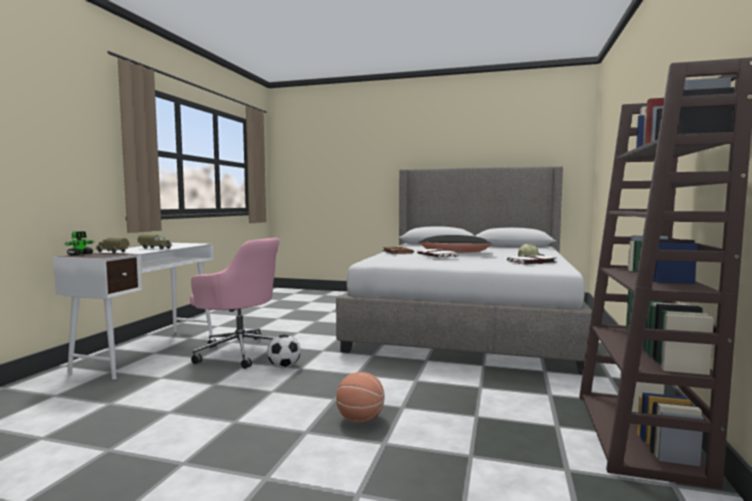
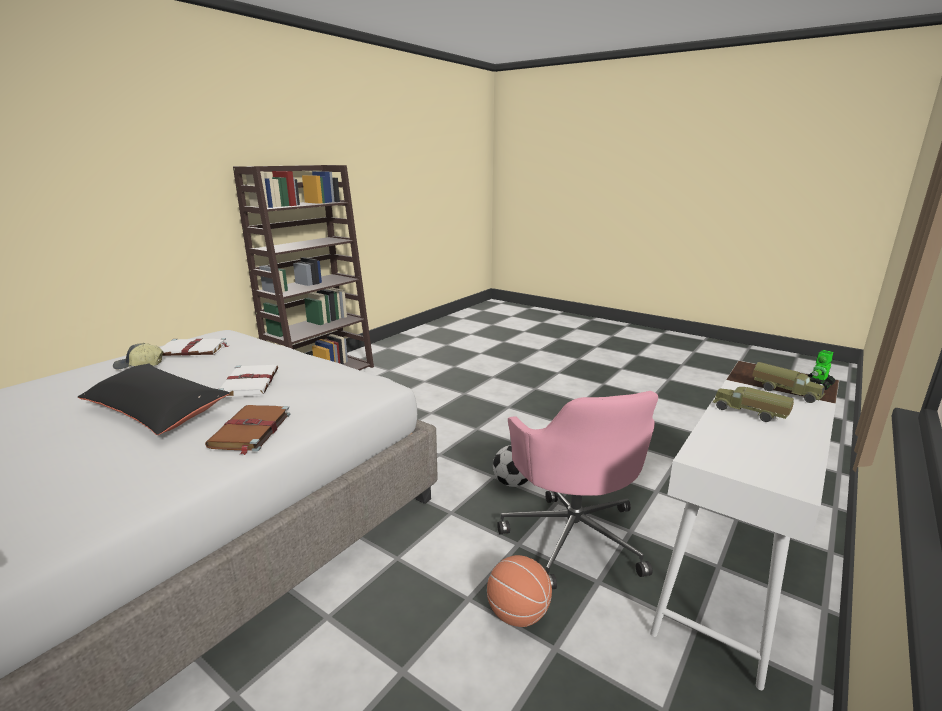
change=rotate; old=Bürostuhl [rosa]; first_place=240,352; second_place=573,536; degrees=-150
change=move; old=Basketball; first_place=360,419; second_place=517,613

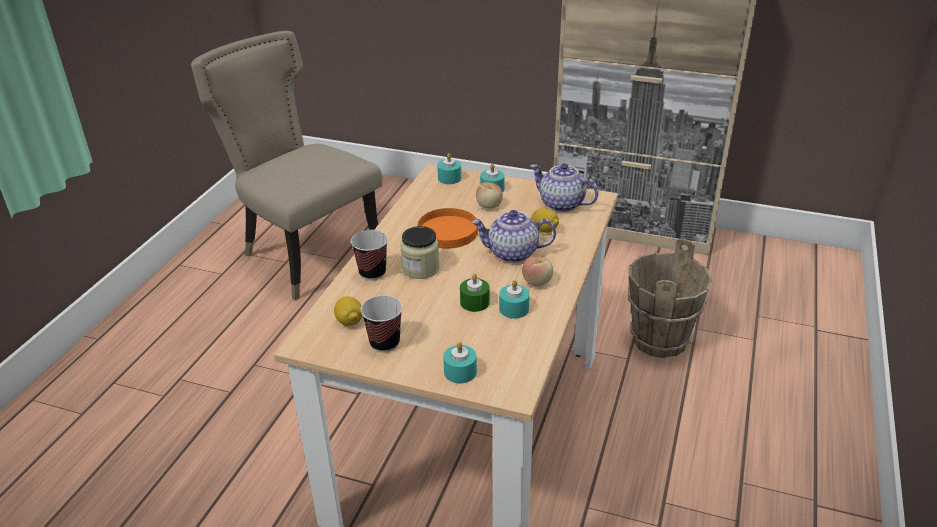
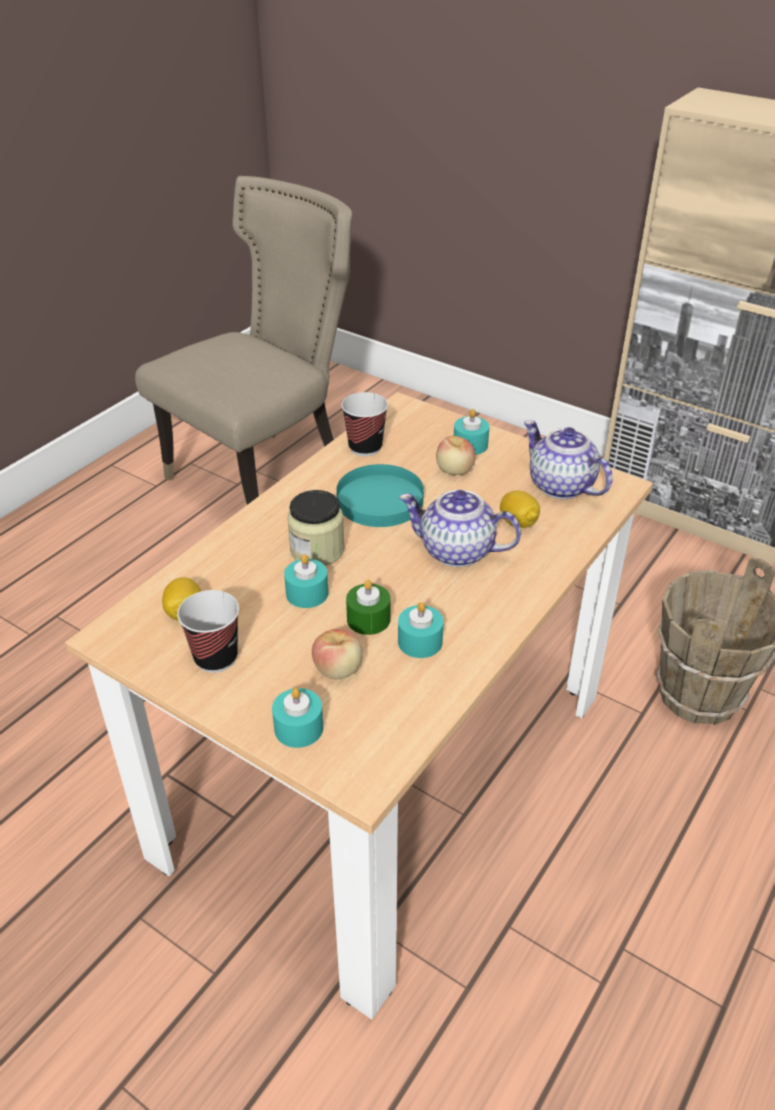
change=rotate; old=Stuhl [beige]; first_place=306,253; second_place=265,477; degrees=75
change=move; old=Tasse; first_place=372,273; second_place=365,447
change=recolor; old=Teller [orange]; new=Teller [türkis]; first_place=447,232; second_place=379,500
change=move; old=Kerze [türkis]; first_place=449,178; second_place=307,593
change=move; old=Apfel; first_place=537,282; second_place=338,669

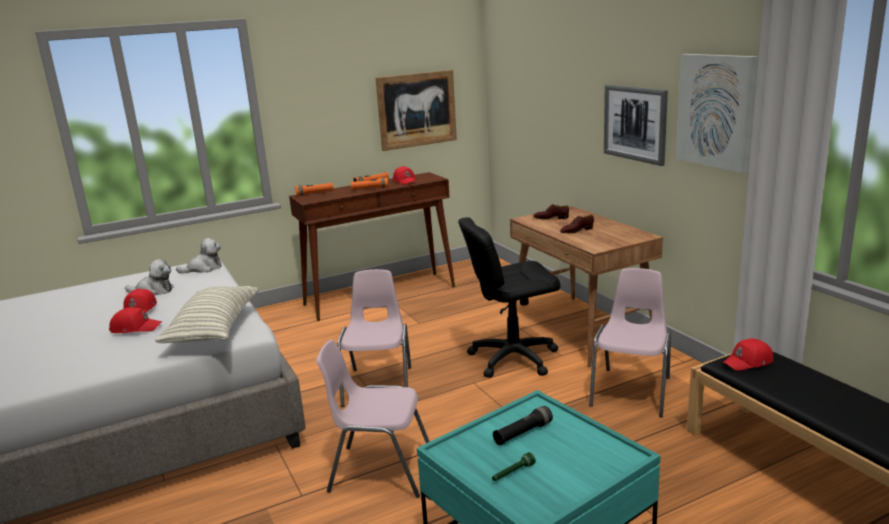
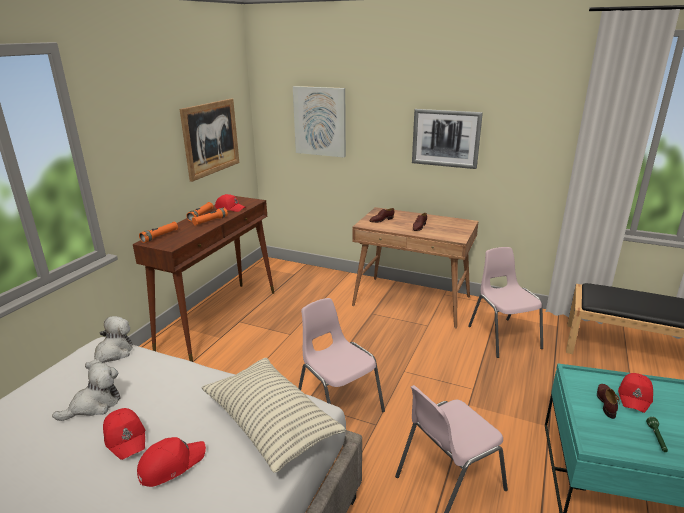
change=delete; old=Bürostuhl [schwarz]; first_place=513,358
change=replace; old=Taschenlampe [schwarz]; new=Schuh [braun]; first_place=523,433; second_place=606,403
change=move; old=Bild; first_place=716,111; second_place=320,121
change=move; old=Kappe [rot]; first_place=748,362; second_place=635,397

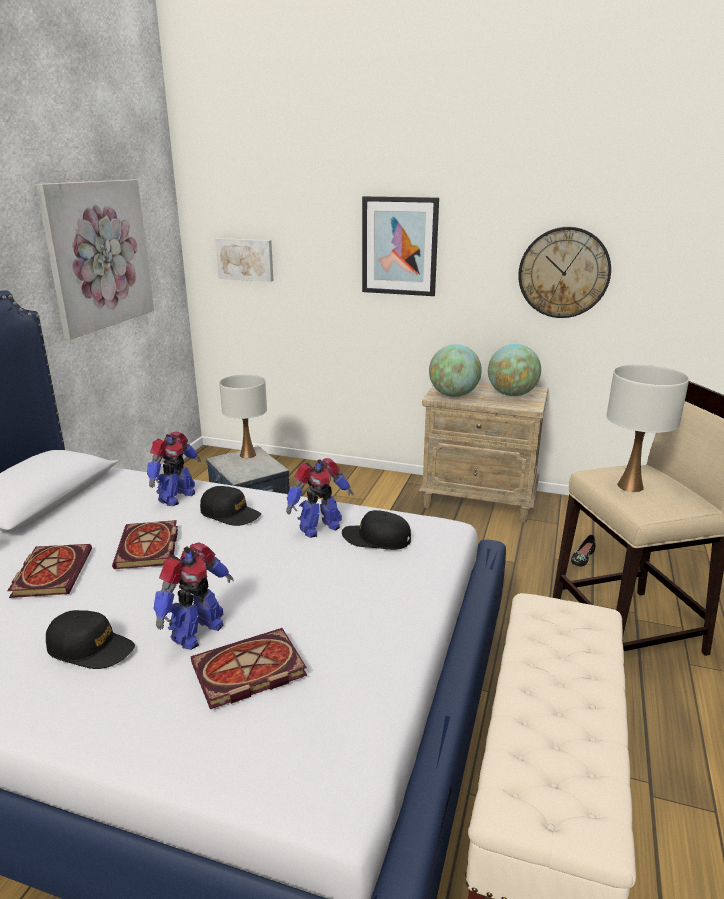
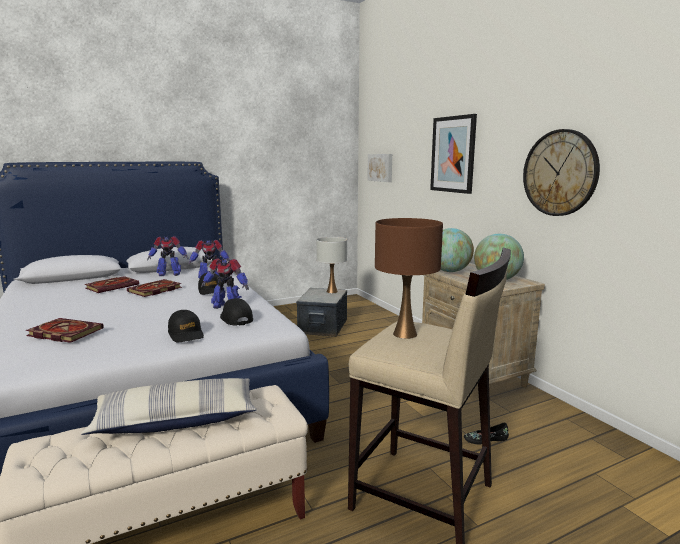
change=delete; old=Bild; first_place=99,255
change=move; old=Kappe [schwarz]; first_place=91,648; second_place=186,334
change=move; old=Spielzeugroboter; first_place=196,632; second_place=169,274
change=recolor; old=Tischlampe [weiß]; new=Tischlampe [braun]; first_place=630,486; second_place=404,334
change=insert; new=Kissen; second_place=176,419

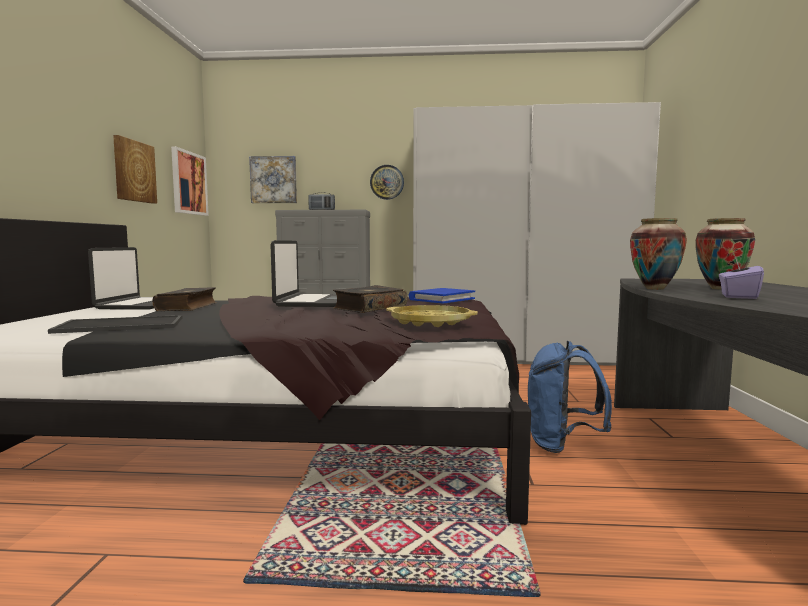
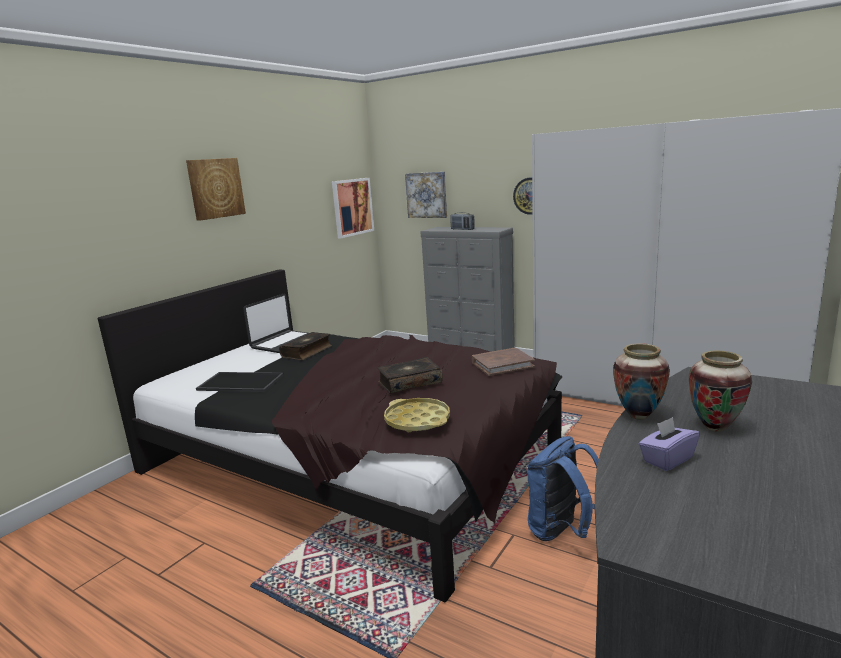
change=move; old=Bild; first_place=134,171; second_place=215,188
change=delete; old=Laptop; first_place=312,302
change=recolor; old=Buch [blau]; new=Buch [braun]; first_place=441,299; second_place=502,364

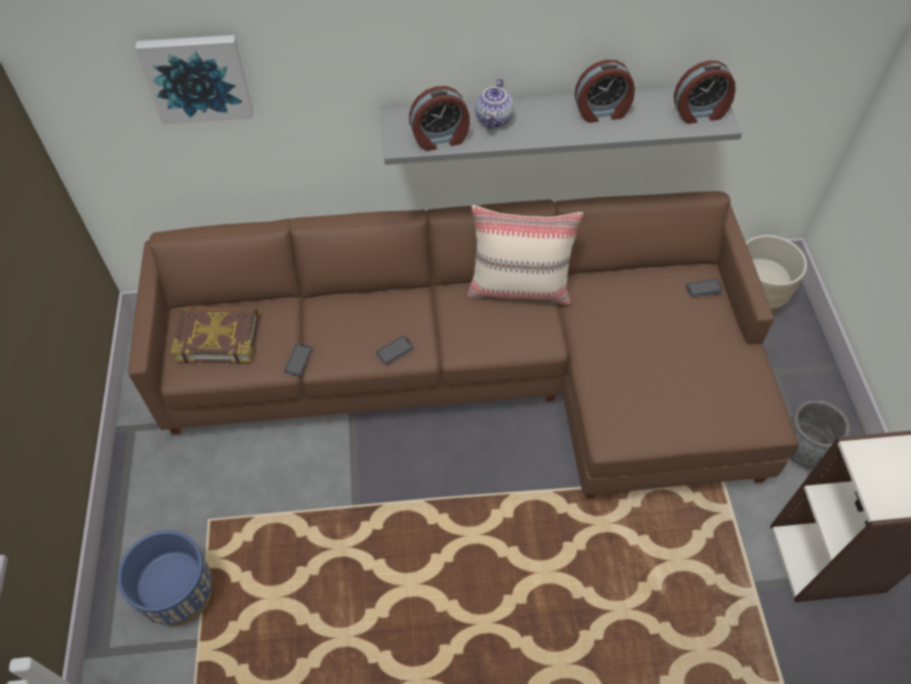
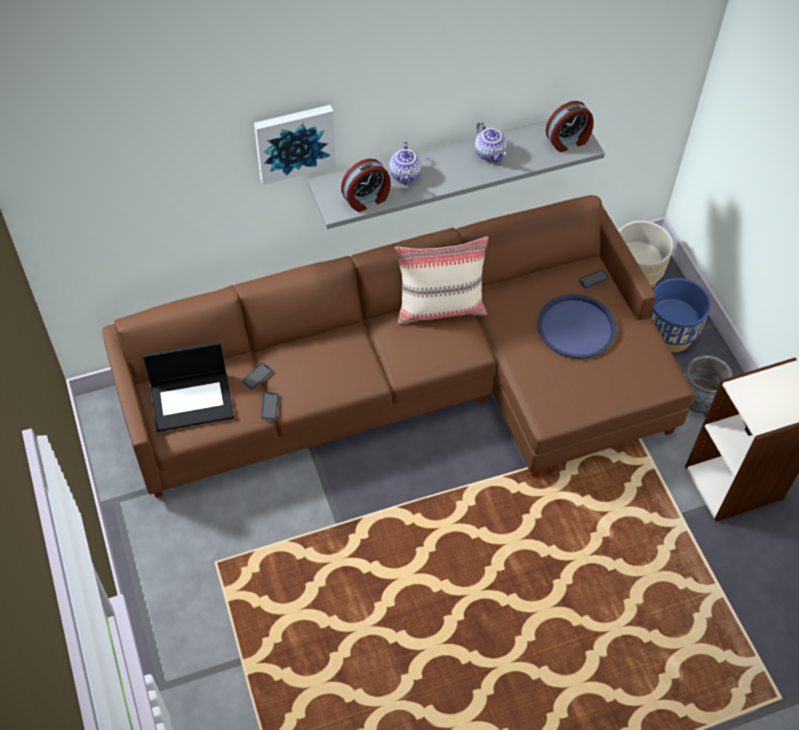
change=move; old=Pflanzkübel [blau]; first_place=180,594; second_place=669,334
change=move; old=Bild; first_place=197,77; second_place=294,142
change=replace; old=Buch; new=Laptop; first_place=218,337; second_place=193,401
change=move; old=Handy; first_place=395,350; second_place=257,376
change=replace; old=Wecker; new=Teekanne; first_place=602,112; second_place=490,153
change=insert; new=Tablett [blau]; second_place=576,327

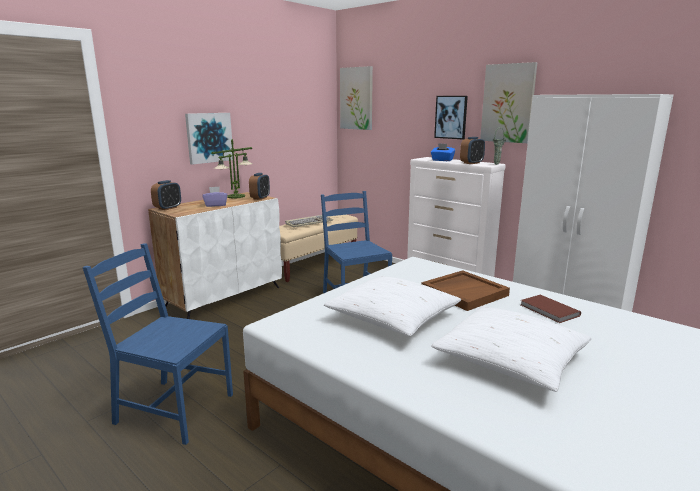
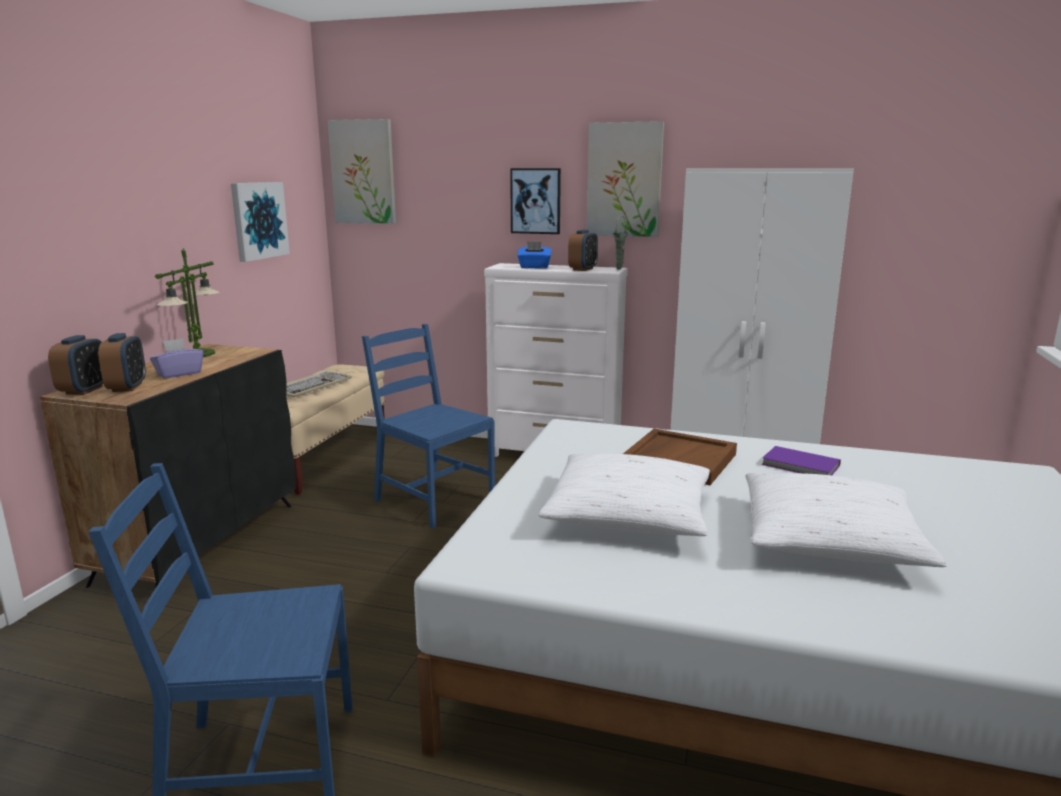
change=recolor; old=Schrank [weiß]; new=Schrank [schwarz]; first_place=224,297; second_place=200,541
change=move; old=Bild; first_place=209,137; second_place=259,220
change=move; old=Wecker; first_place=260,198; second_place=127,387
change=recolor; old=Buch [braun]; new=Buch [lila]; first_place=549,311; second_place=801,466

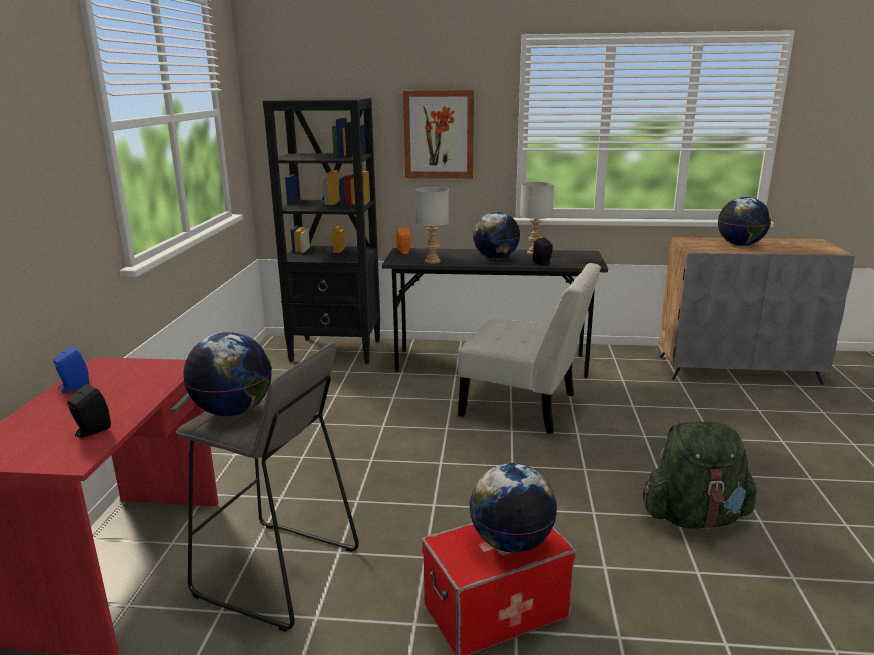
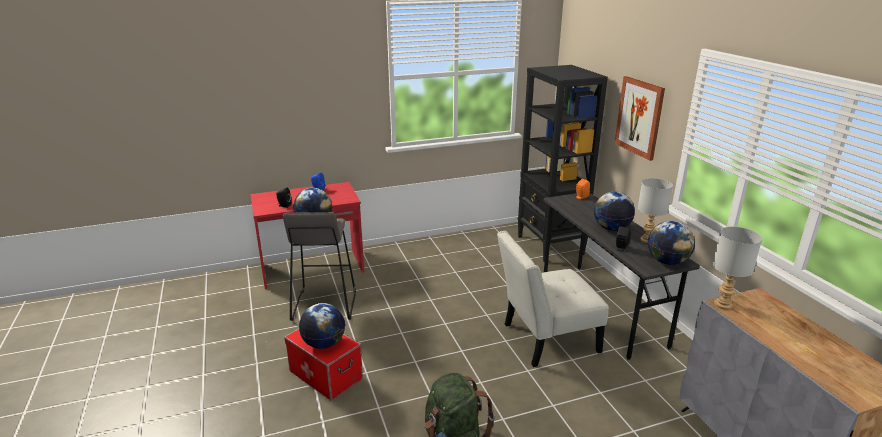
change=move; old=Tischlampe [grau]; first_place=432,261; second_place=722,304
change=rotate; old=Stuhl [weiß]; first_place=525,407; second_place=545,339; degrees=75
change=move; old=Globus; first_place=740,245; second_place=667,262

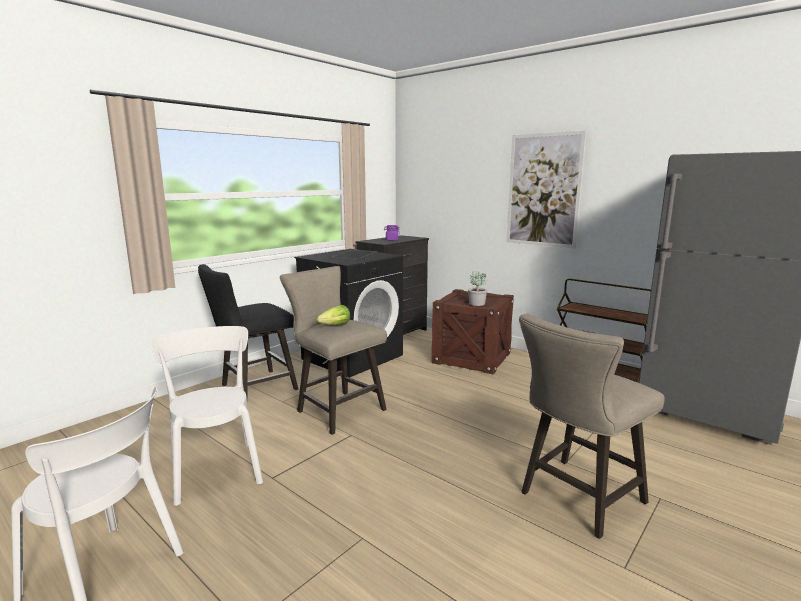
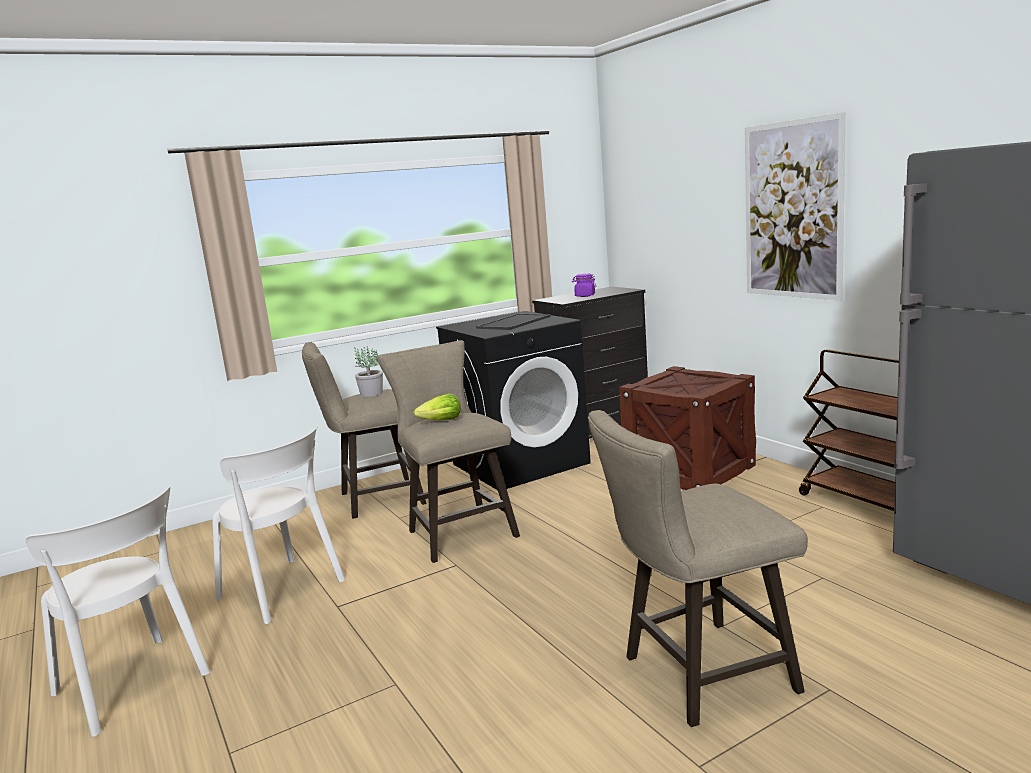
change=rotate; old=Stuhl [weiß]; first_place=216,469; second_place=284,591; degrees=135
change=recolor; old=Hocker [schwarz]; new=Hocker [beige]; first_place=253,388; second_place=375,499
change=move; old=Topfpflanze; first_place=477,304; second_place=371,393

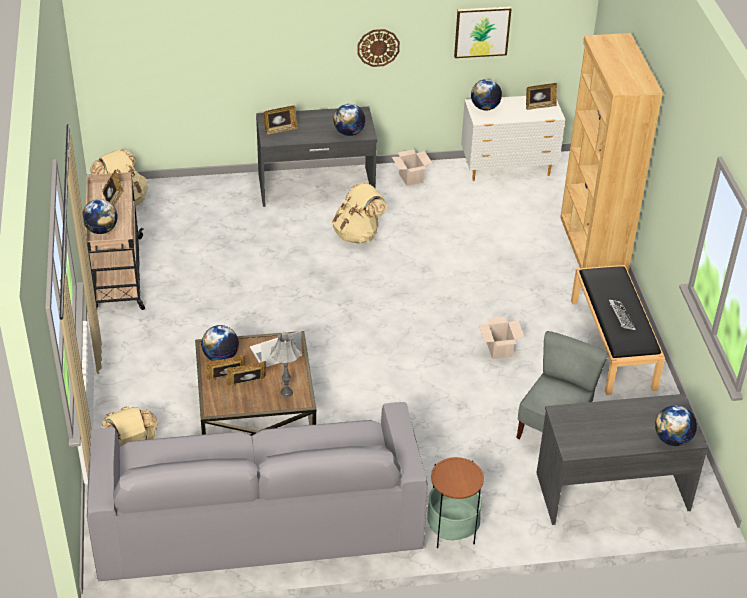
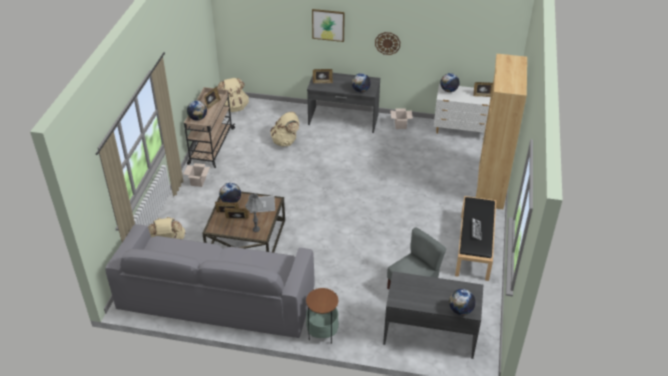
change=move; old=Rucksack [beige]; first_place=358,234; second_place=286,141
change=move; old=Bild; first_place=482,31; second_place=328,25
change=move; old=Karton; first_place=498,349; second_place=198,181

